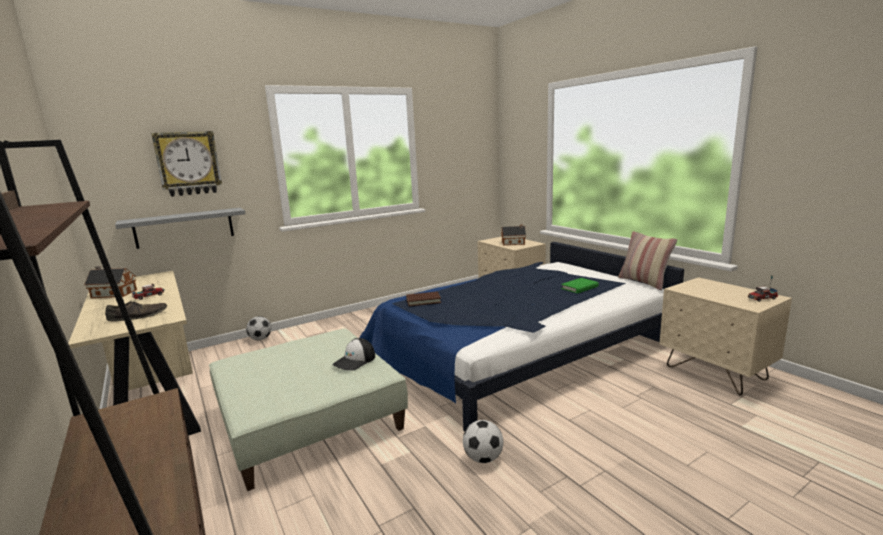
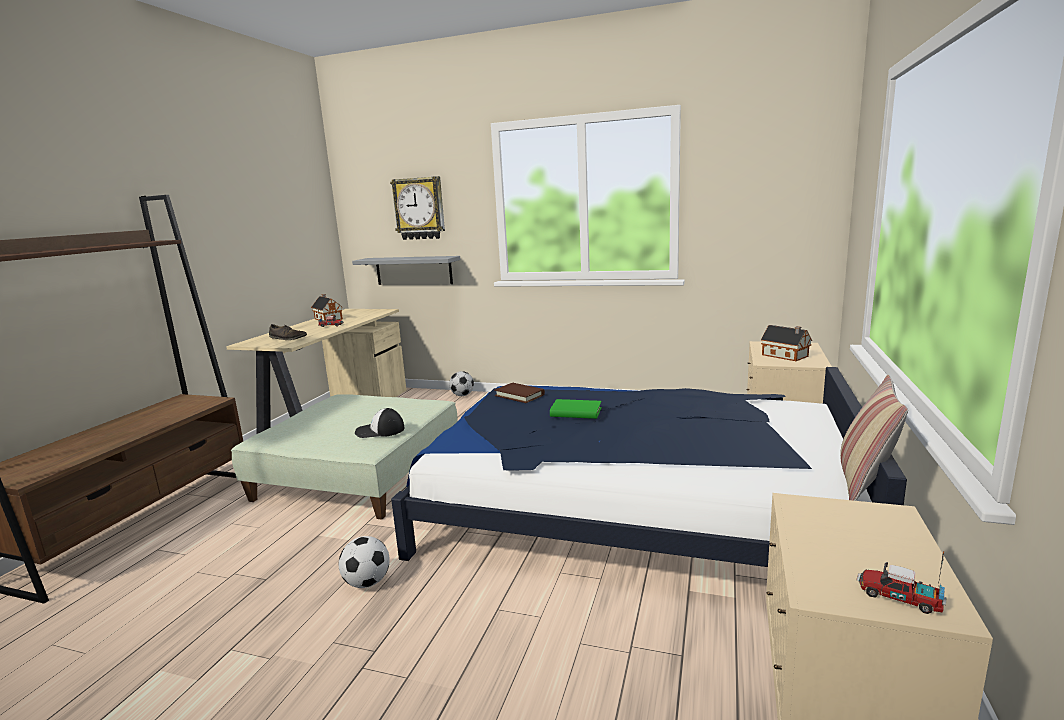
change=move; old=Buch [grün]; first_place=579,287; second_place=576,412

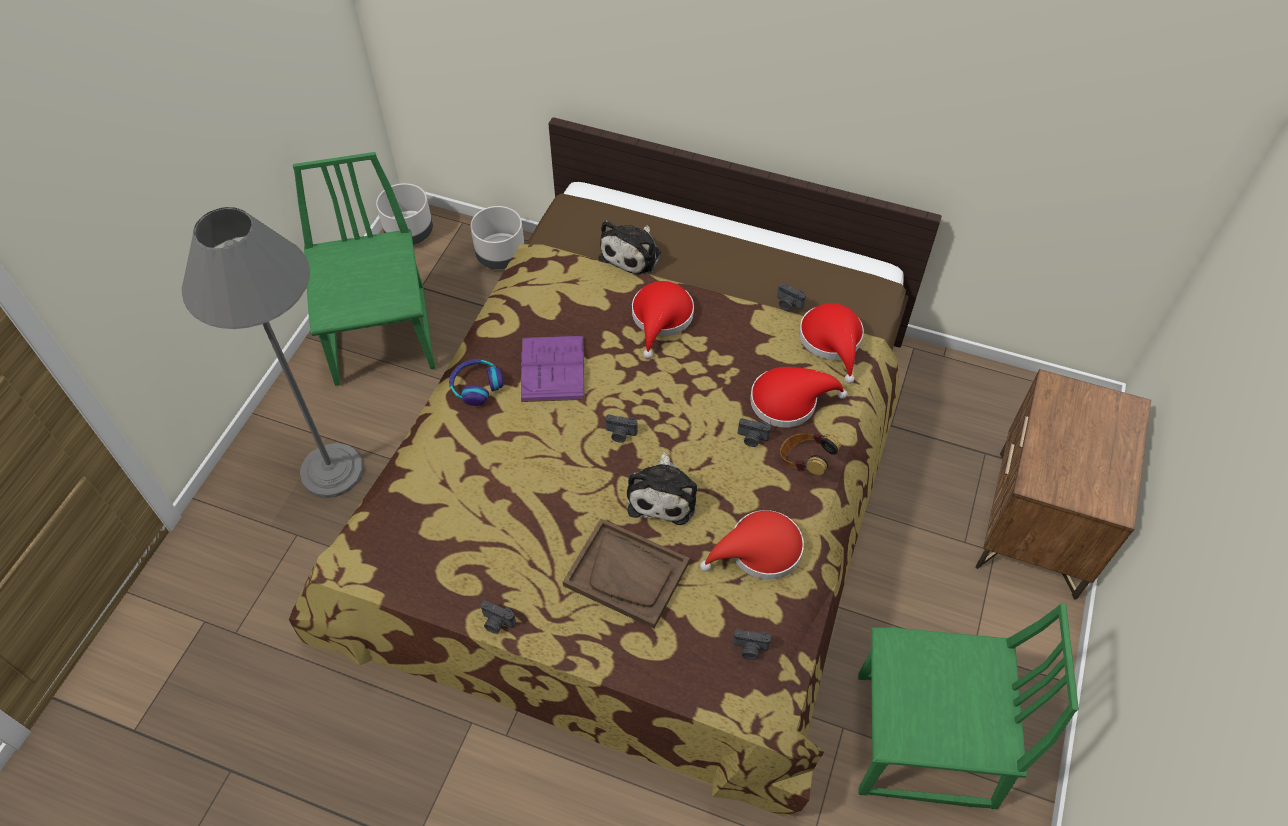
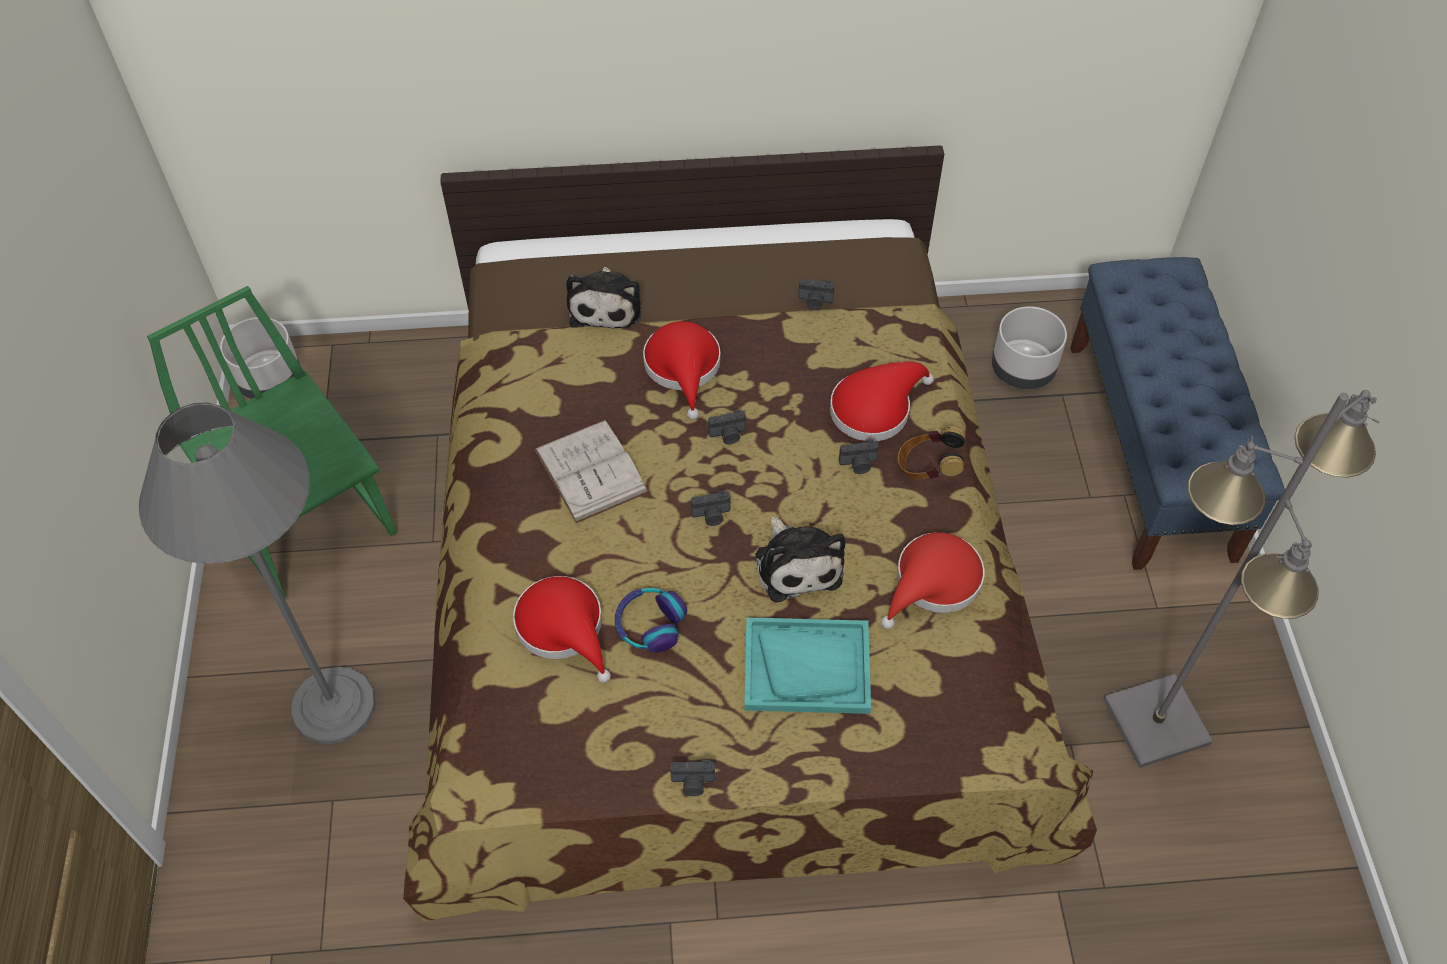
change=move; old=Kopfhörer; first_place=476,386; second_place=649,624
change=move; old=Pflanzkübel [grau]; first_place=501,255; second_place=1022,369
change=recolor; old=Buch [lila]; new=Buch [weiß]; first_place=552,368; second_place=591,470
change=recolor; old=Tablett [braun]; new=Tablett [türkis]; first_place=627,574; second_place=807,667
change=move; old=Kamera; first_place=750,649; second_place=728,435
change=move; old=Hut [rot]; first_place=832,341; second_place=564,628
change=replace; old=Stuhl [grün]; new=Stehlampe [grau]; first_place=924,742; second_place=1157,722
change=replace; old=Nachttisch [braun]; new=Bank [blau]; first_place=1036,524; second_place=1150,450

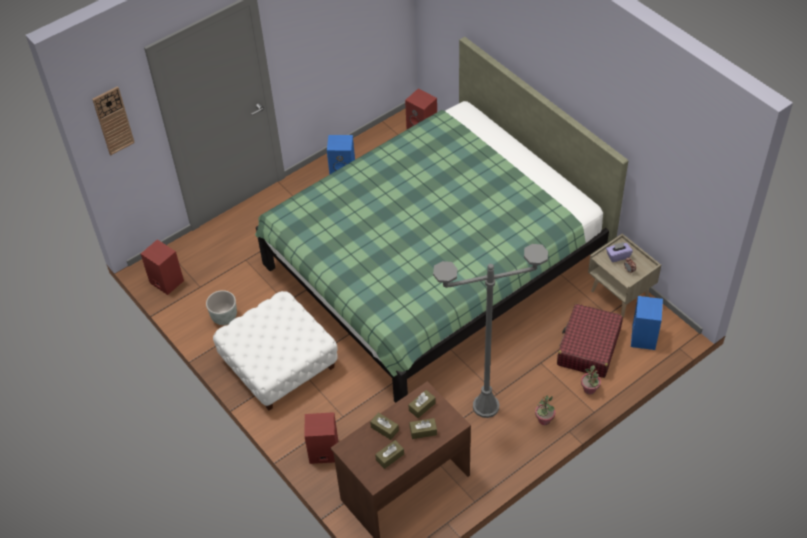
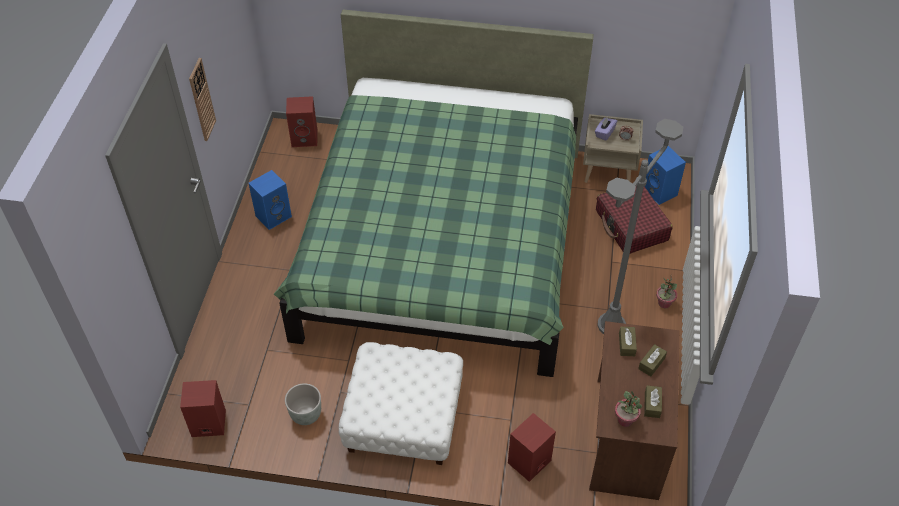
change=move; old=Wanduhr; first_place=113,120; second_place=201,100
change=delete; old=Taschentuchbox [braun]; first_place=384,429
change=move; old=Topfpflanze; first_place=589,389; second_place=625,420

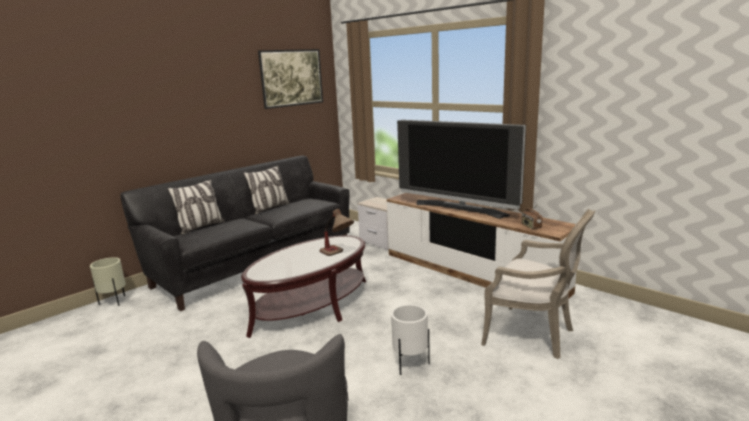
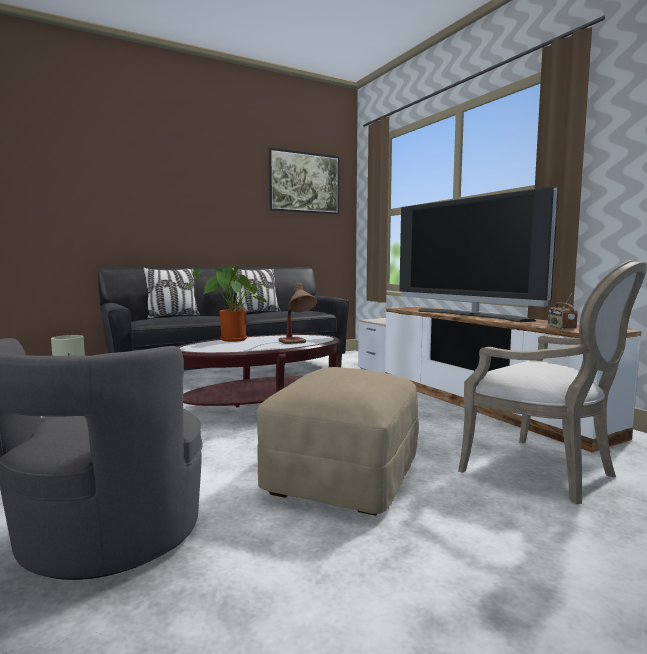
change=replace; old=Pflanzkübel [weiß]; new=Polsterhocker [beige]; first_place=410,364; second_place=343,475
change=insert; new=Topfpflanze; second_place=232,340

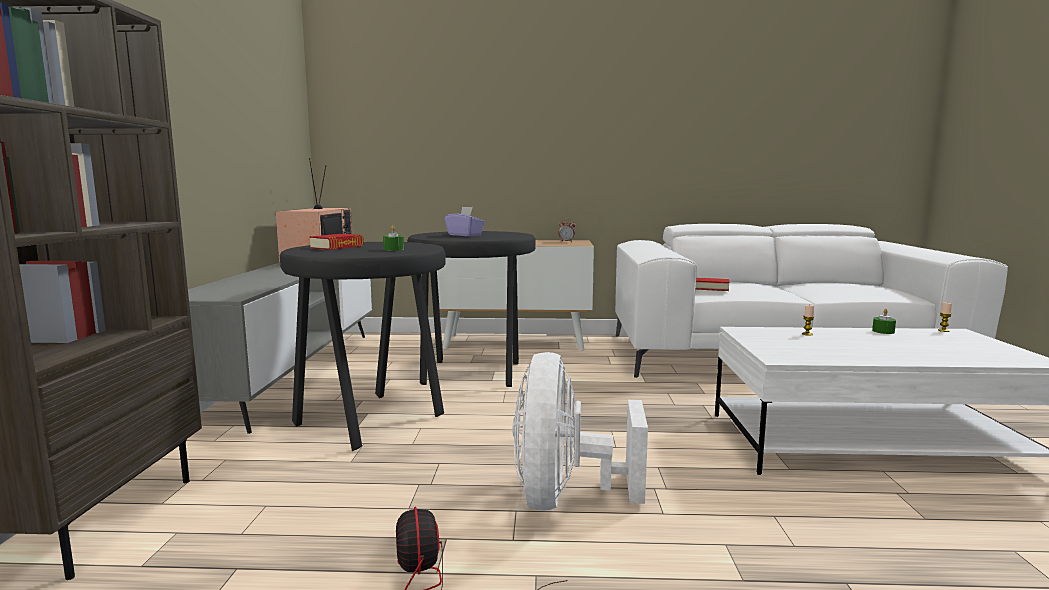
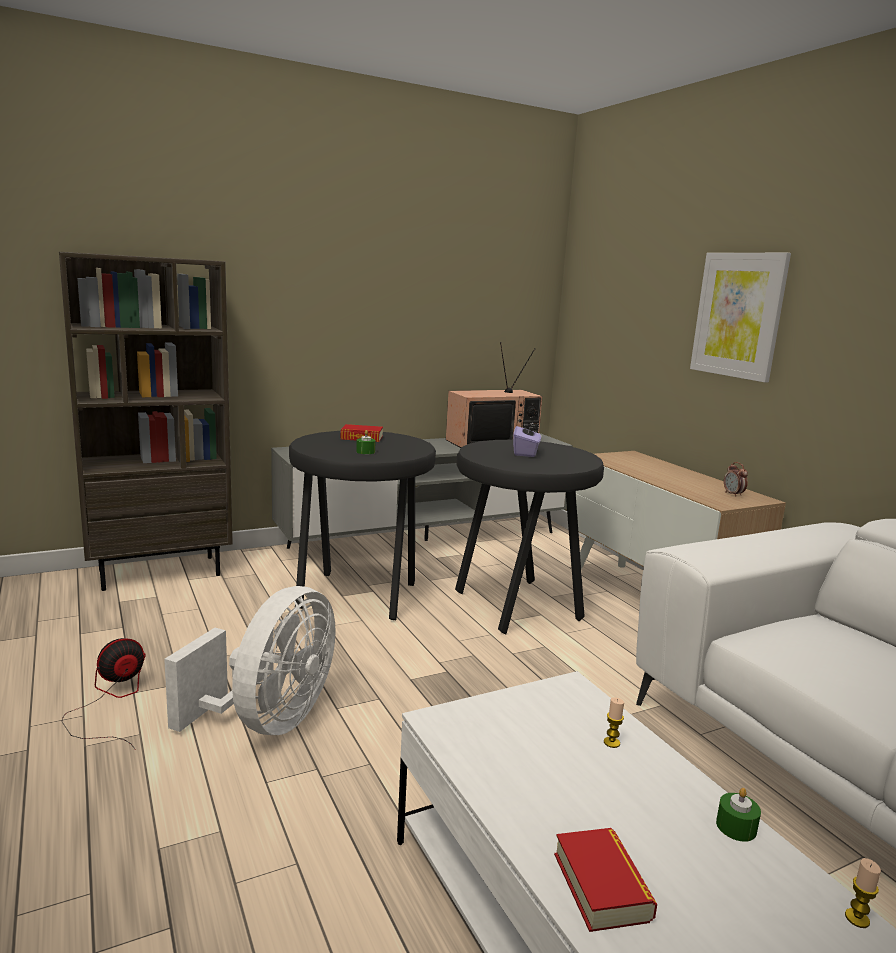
change=rotate; old=Ventilator [weiß]; first_place=565,498; second_place=269,721; degrees=135
change=move; old=Buch; first_place=711,288; second_place=601,886
change=insert; new=Bild; second_place=738,315

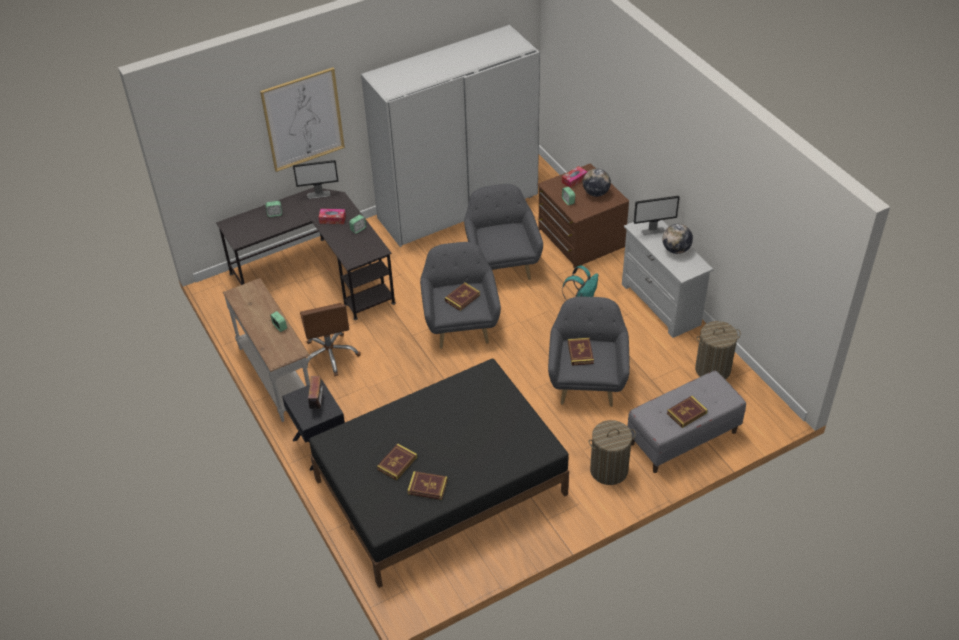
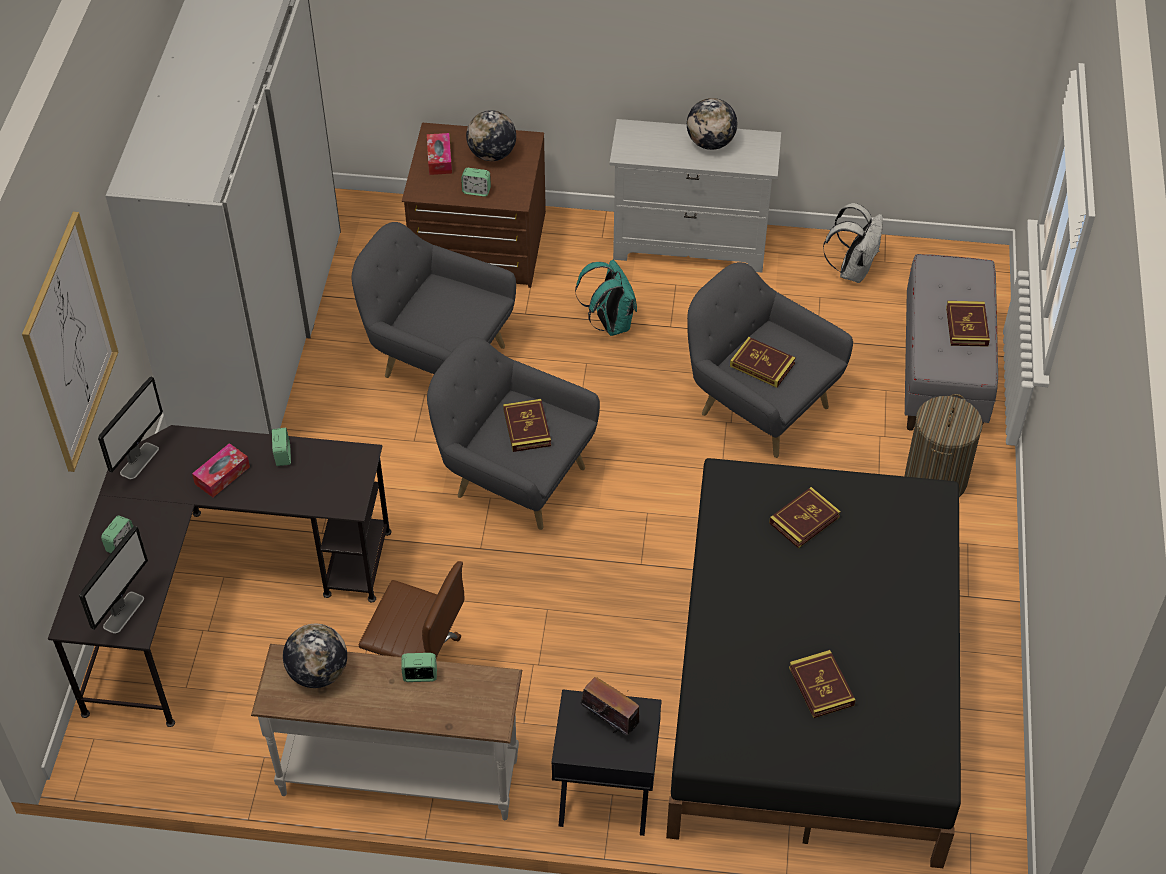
change=move; old=Buch; first_place=427,487; second_place=804,520
change=move; old=Monitor; first_place=653,231; second_place=124,612
change=replace; old=Wäschekorb; new=Rucksack [weiß]; first_place=713,369; second_place=853,270
change=insert; new=Globus; second_place=318,673

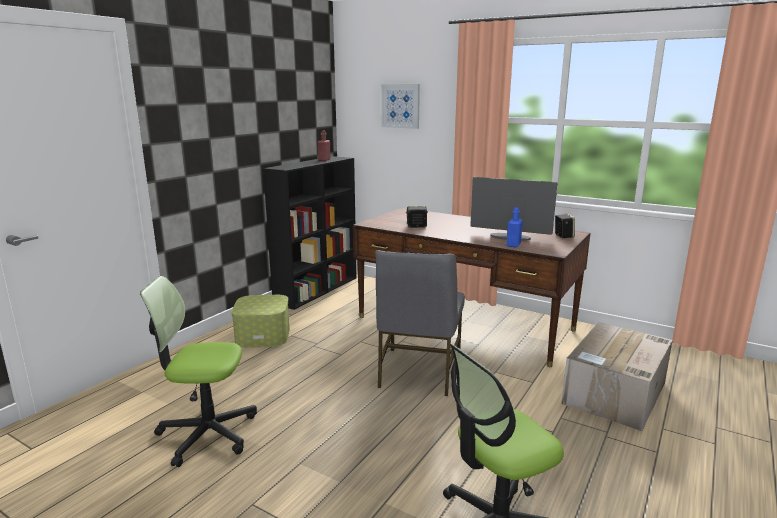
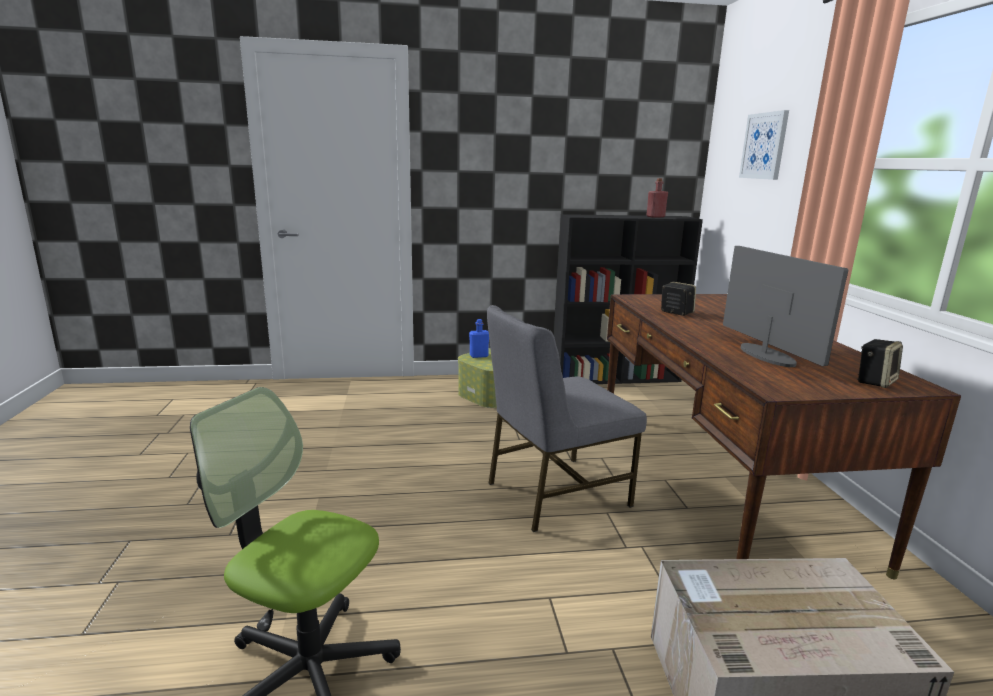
change=delete; old=Bürostuhl; first_place=207,433
change=move; old=Flasche [blau]; first_place=513,245; second_place=479,356

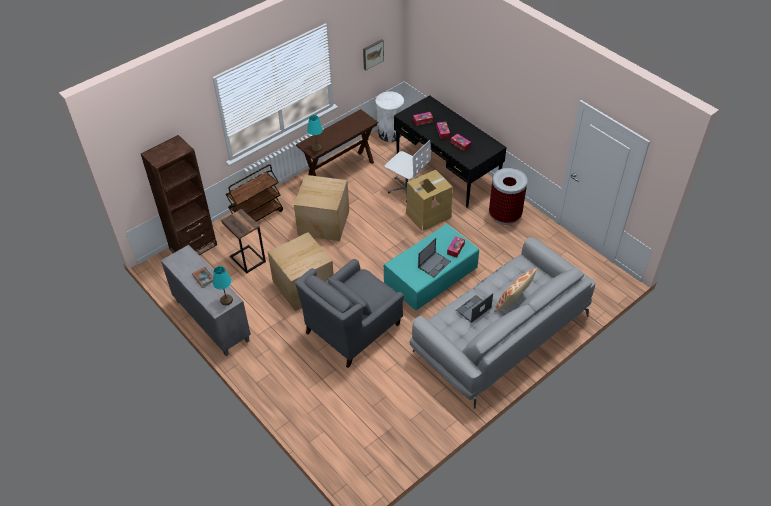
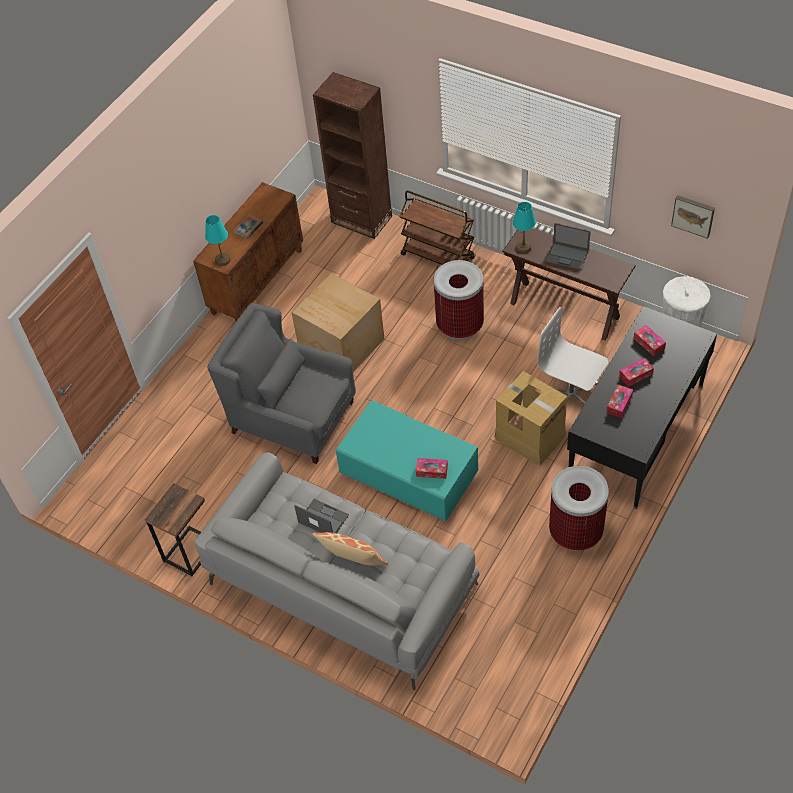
change=recolor; old=Schrank [grau]; new=Schrank [braun]; first_place=211,320; second_place=257,281
change=move; old=Beistelltisch; first_place=247,259; second_place=189,551
change=replace; old=Karton; new=Mülleimer; first_place=323,222; second_place=460,325
change=rotate; old=Bürostuhl [weiß]; first_place=406,188; second_place=571,395; degrees=105
change=move; old=Laptop; first_place=434,264; second_place=567,256

